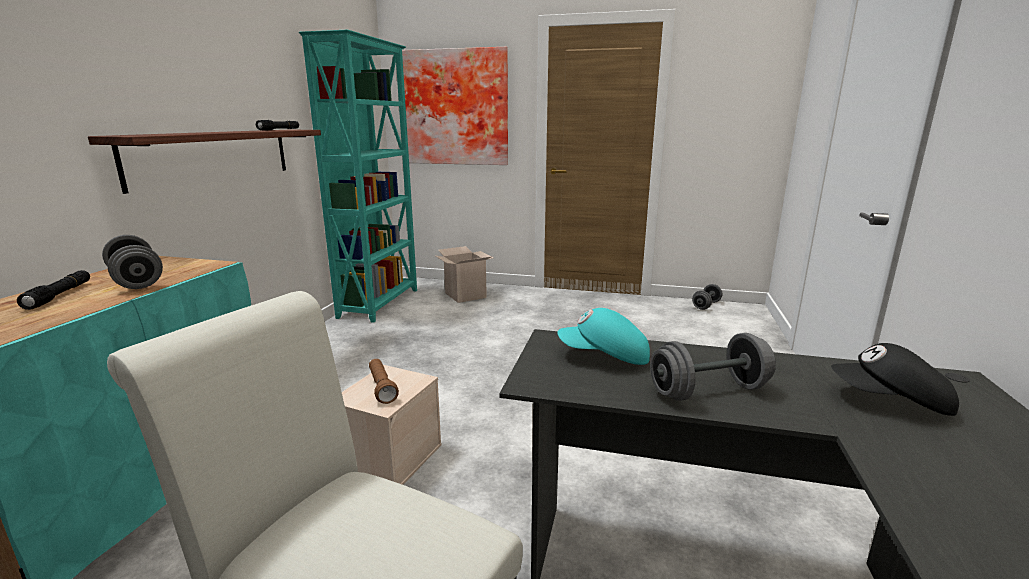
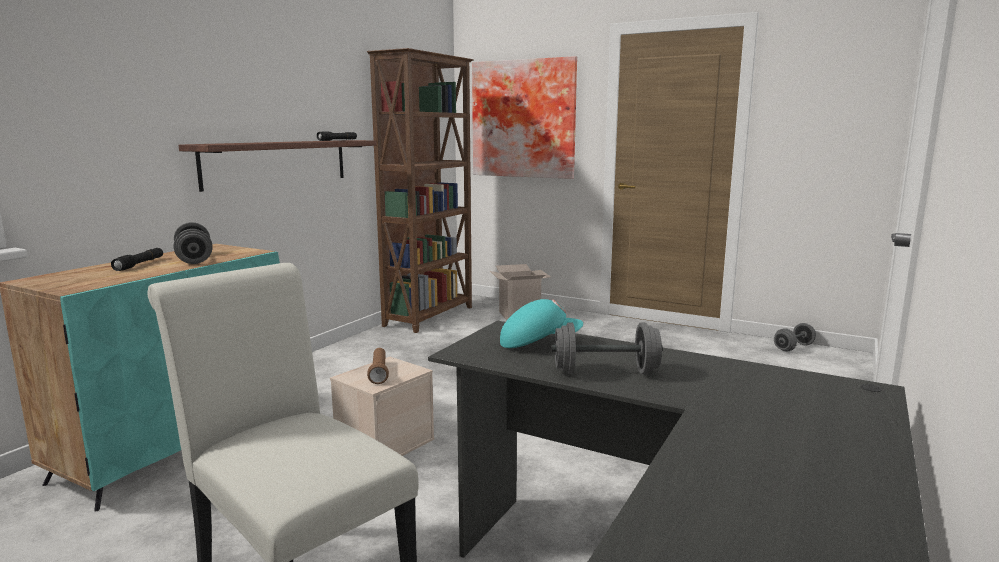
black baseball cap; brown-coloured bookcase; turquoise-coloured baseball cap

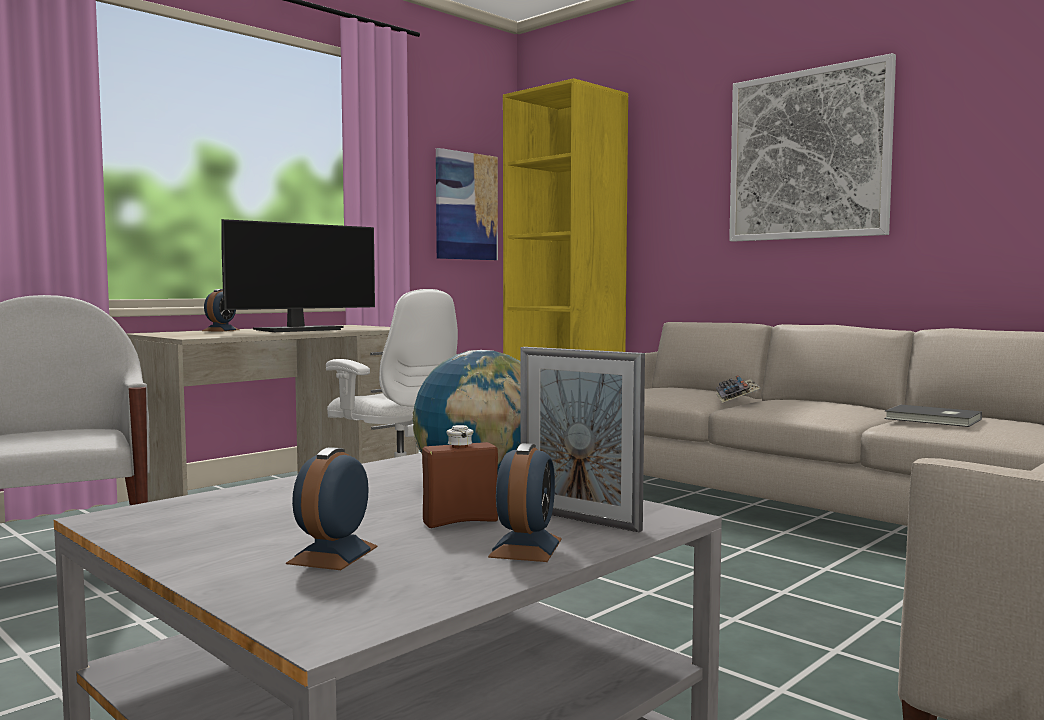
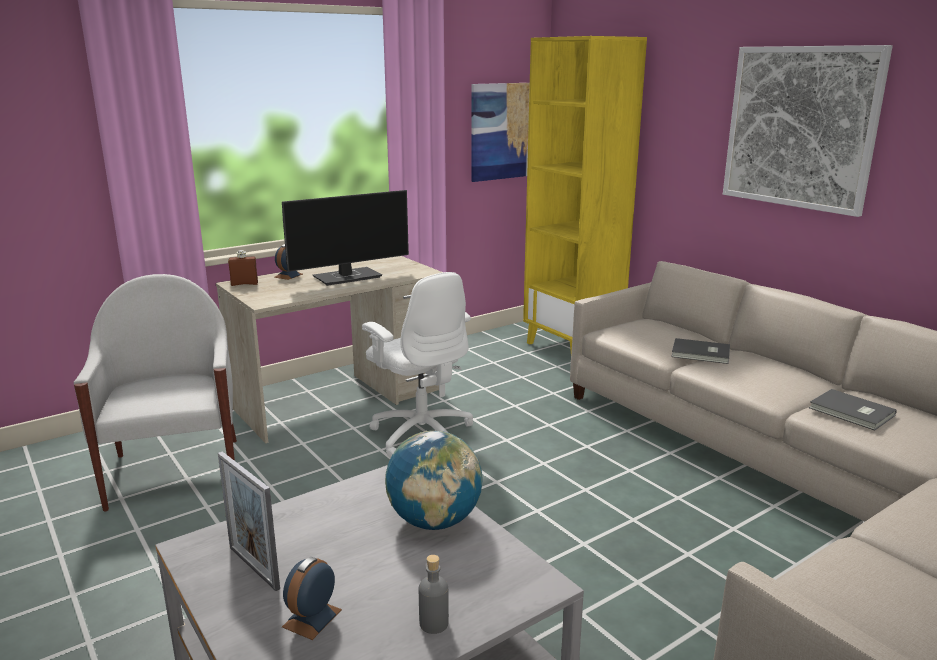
brown-coloured bottle; picture frame; greyish bottle; greyish bound book (no. 1 from left)

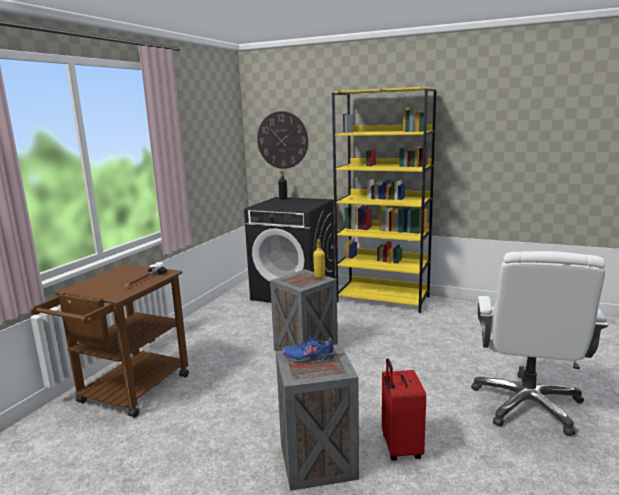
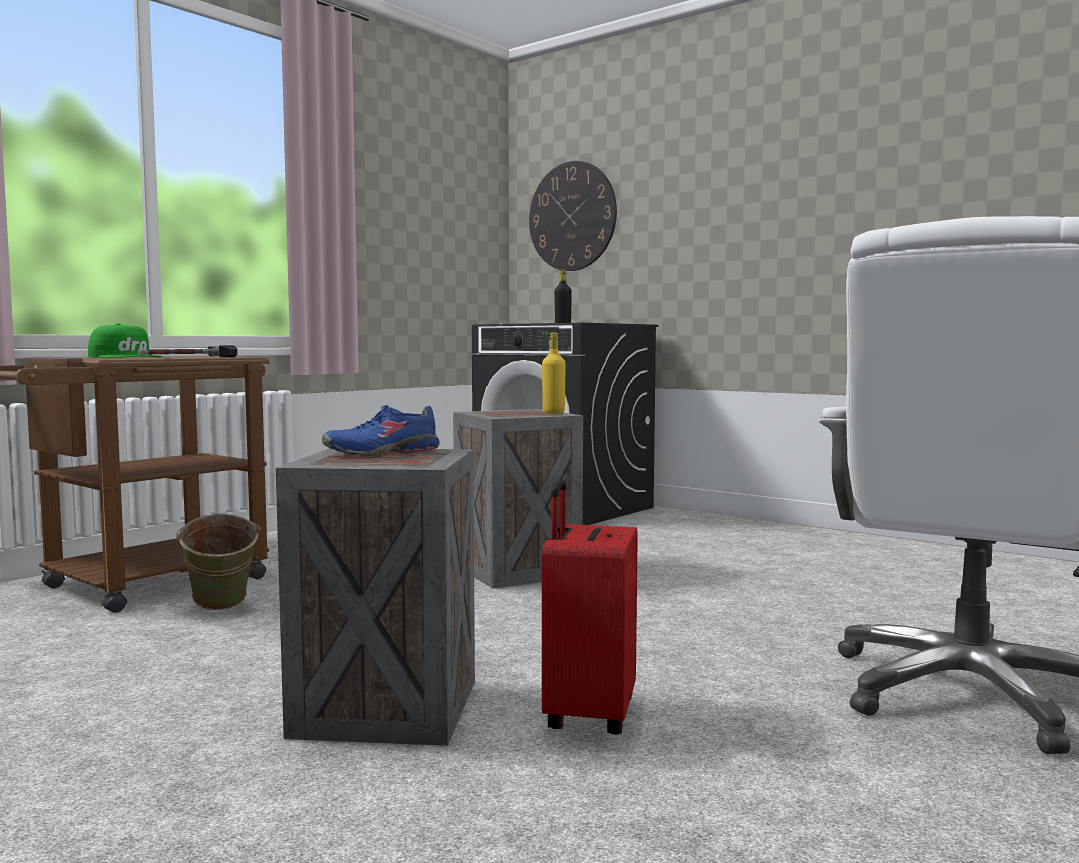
yellow bookcase; green-coloured baseball cap; green-coloured pail; bluish item of footwear

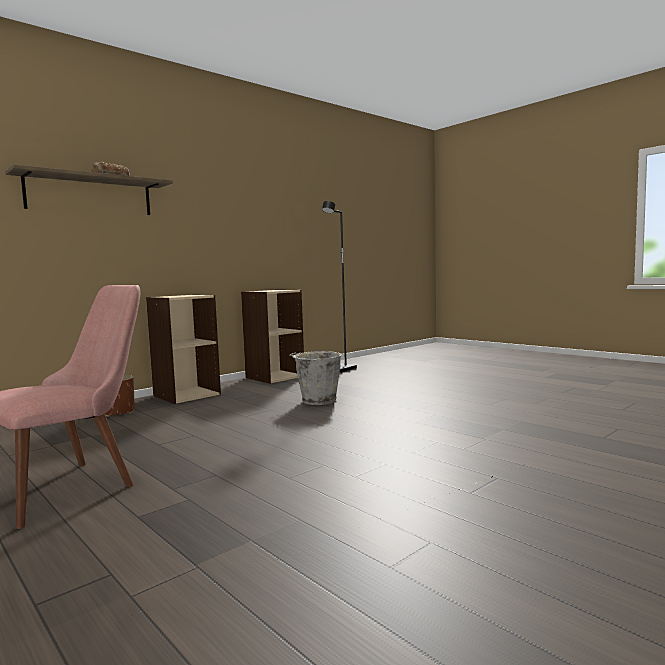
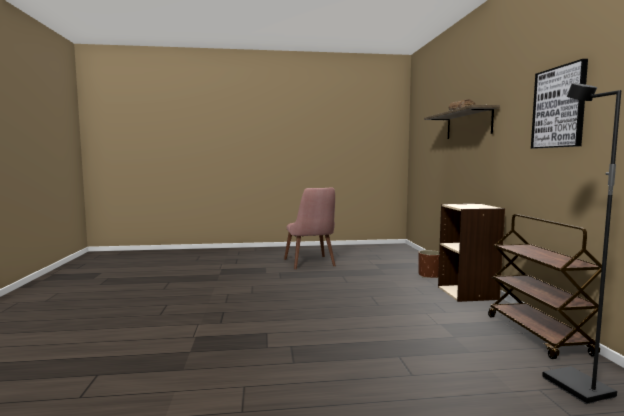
greyish pail; wall picture; brown-coloured trolley

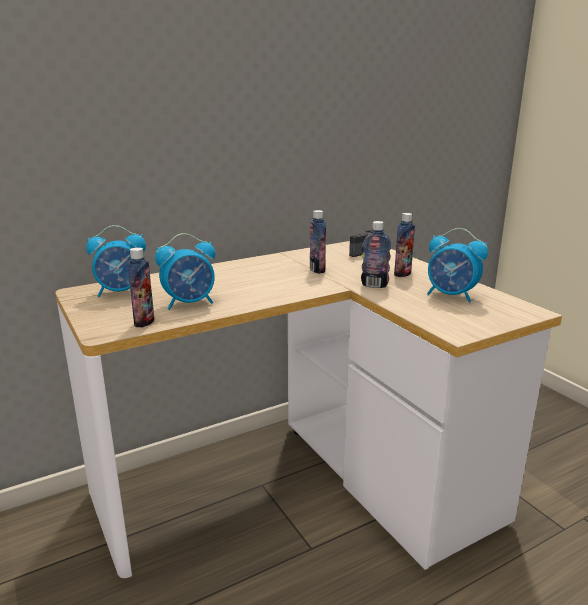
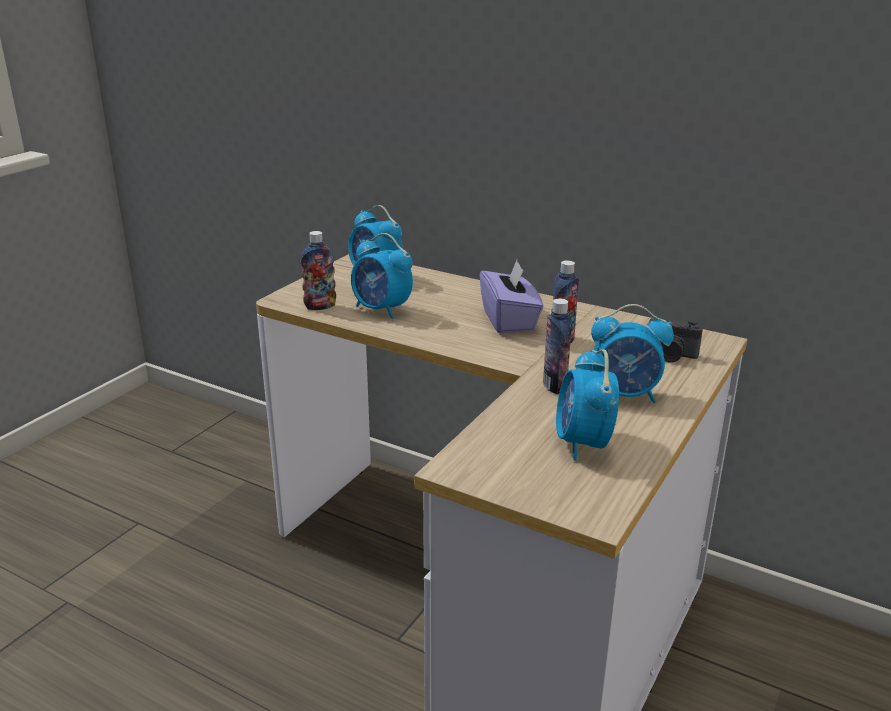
purple-coloured box of tissues; alarm clock (no. 4 from left)

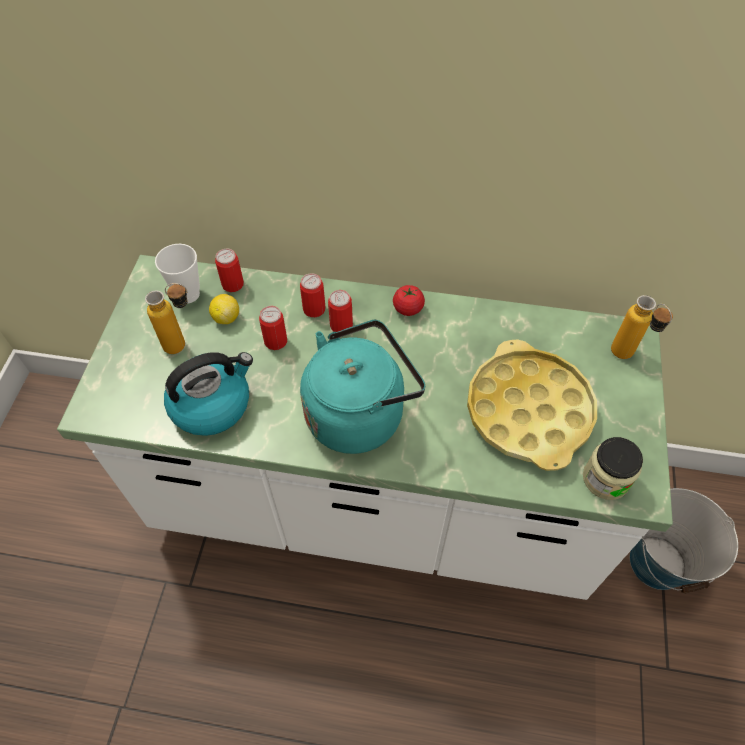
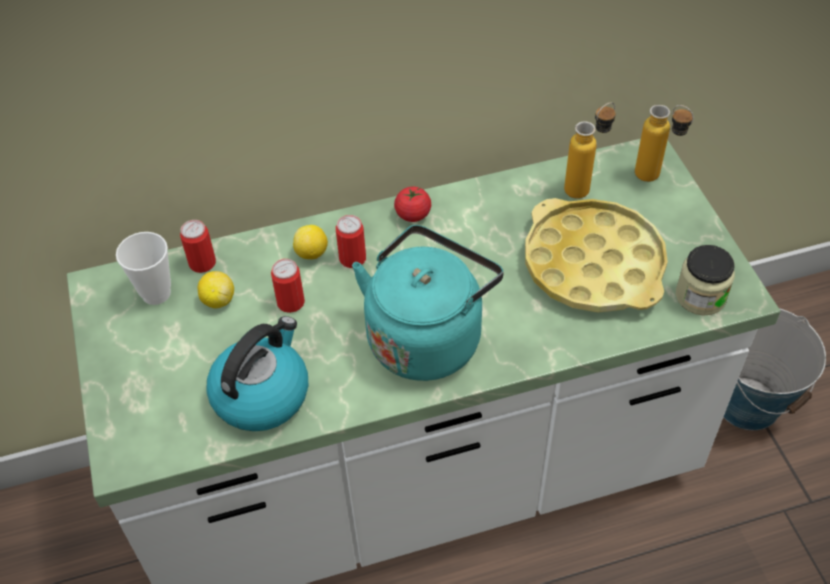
bottle (no. 1 from left); lemon (no. 2 from left)

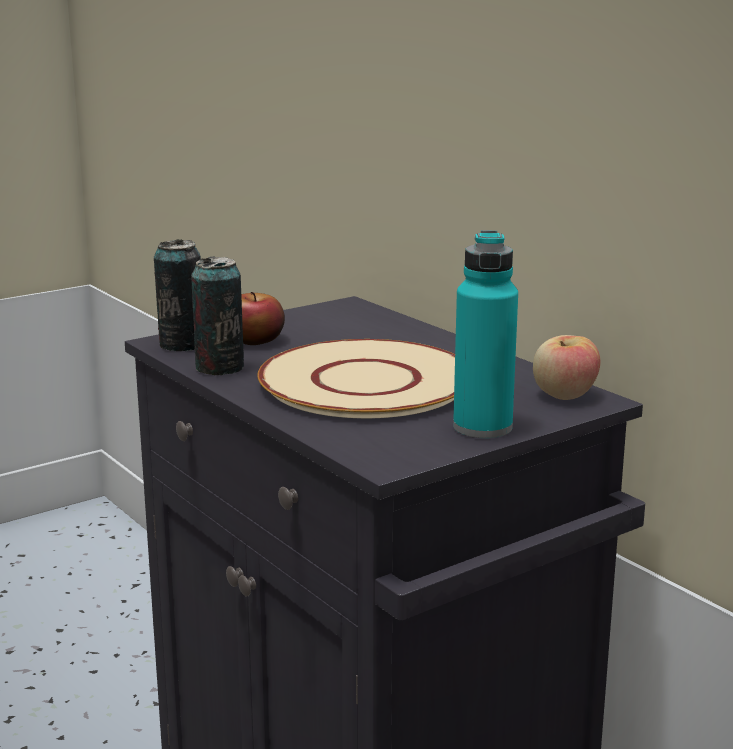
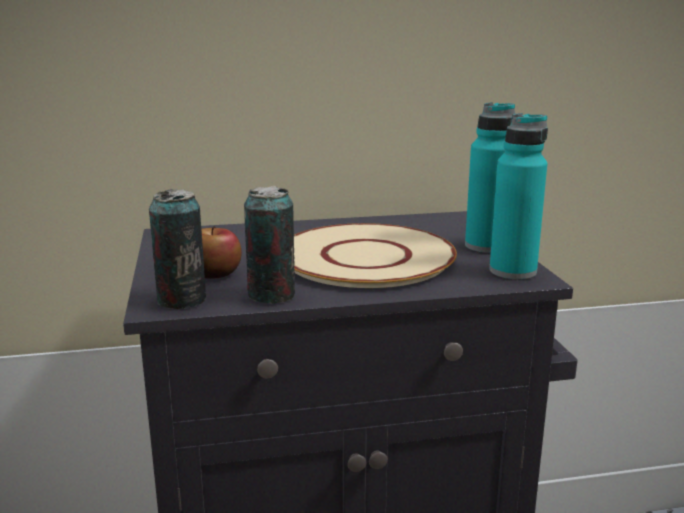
apple fruit (no. 2 from left in the first image); turquoise-coloured bottle (no. 2 from left)

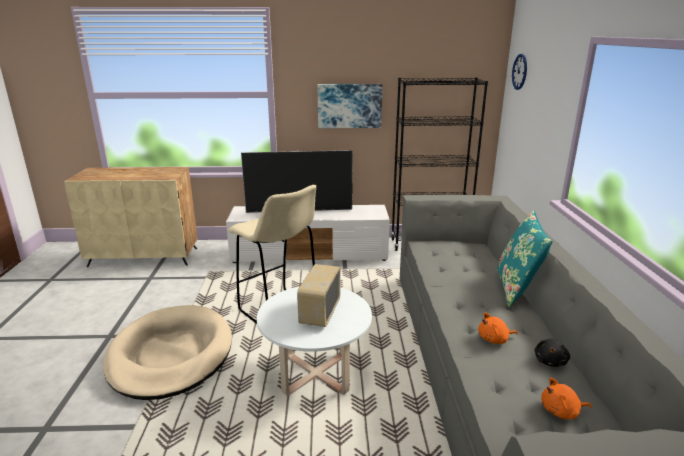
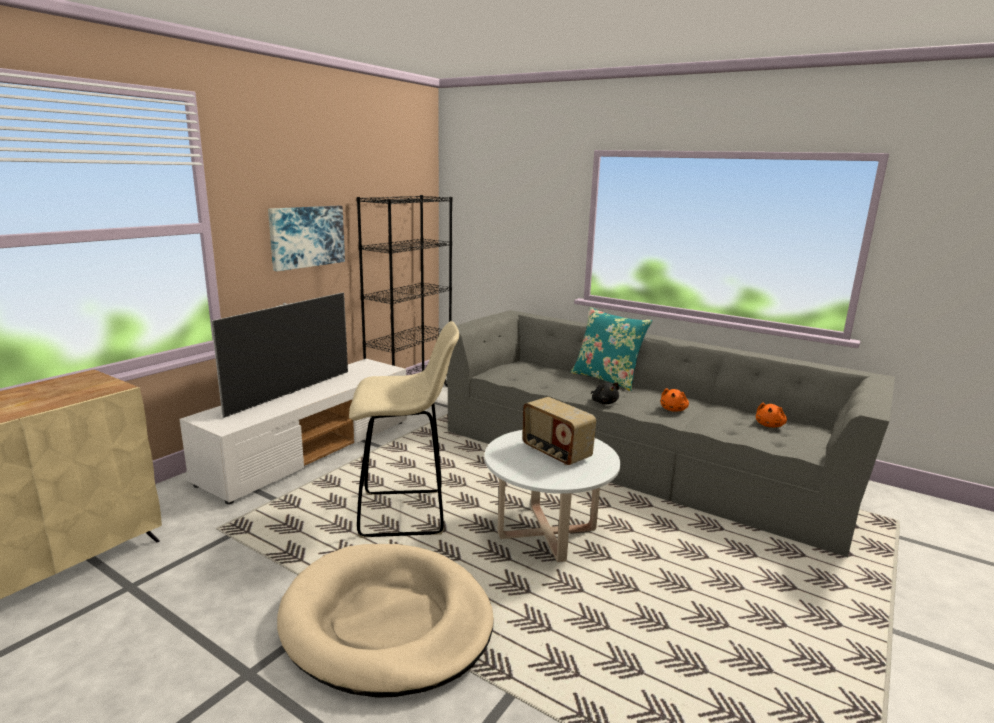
hanging clock; black cuddly toy

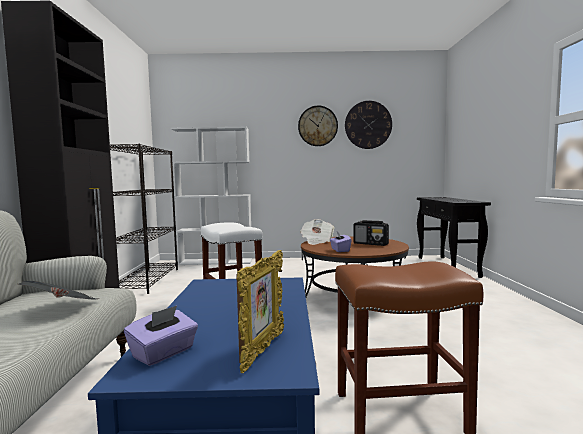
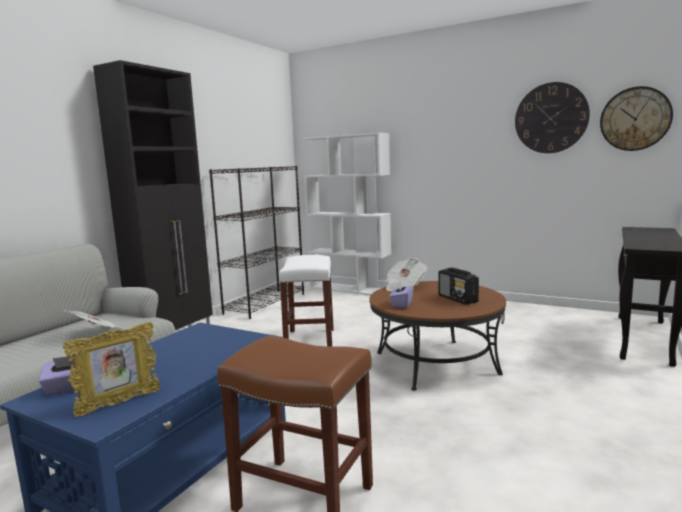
hanging clock (no. 2 from left)

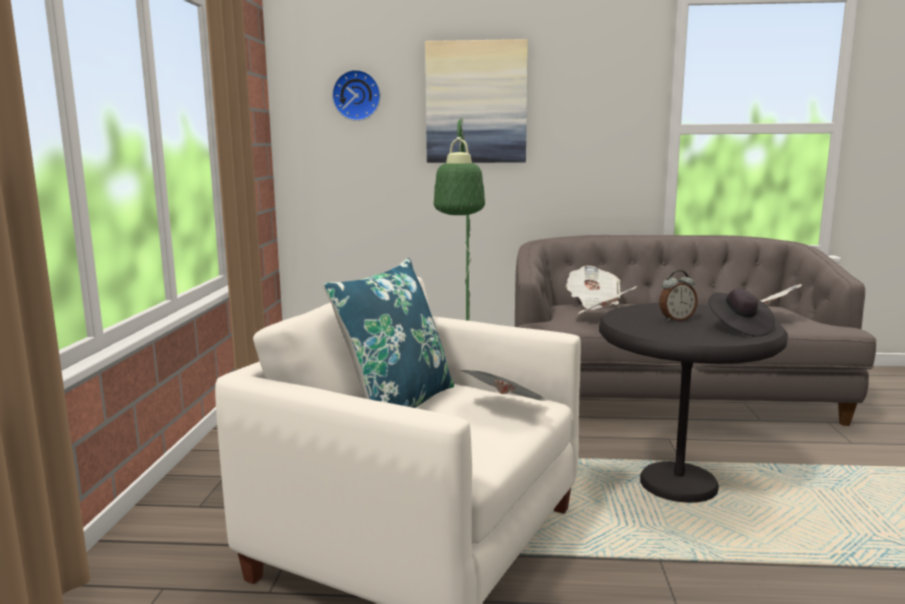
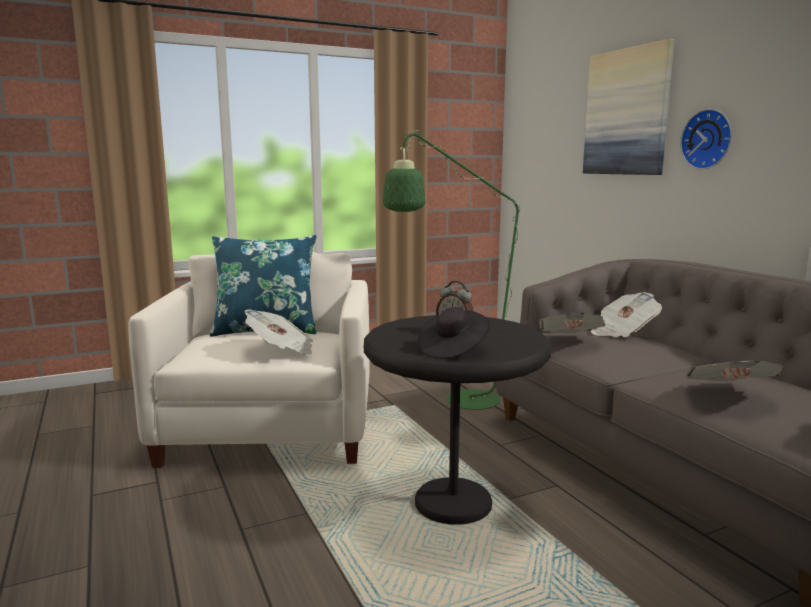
hanging clock

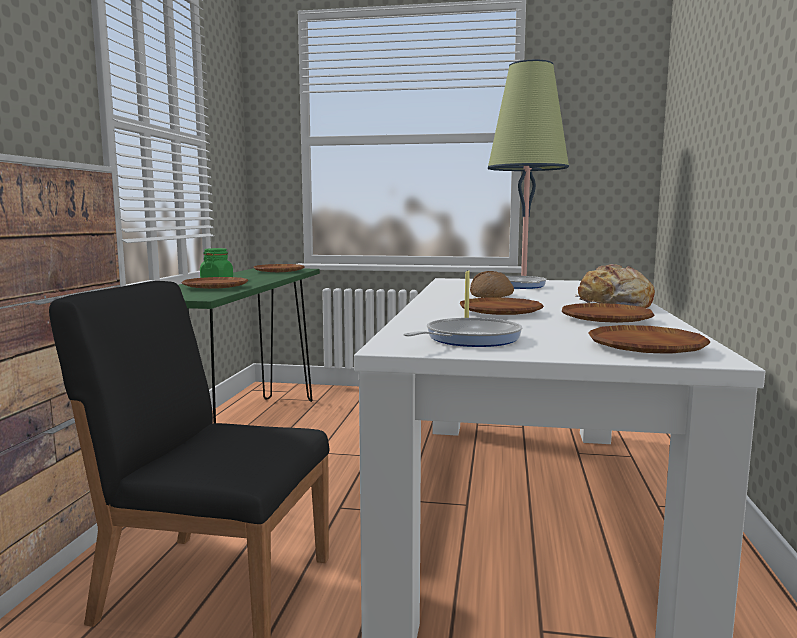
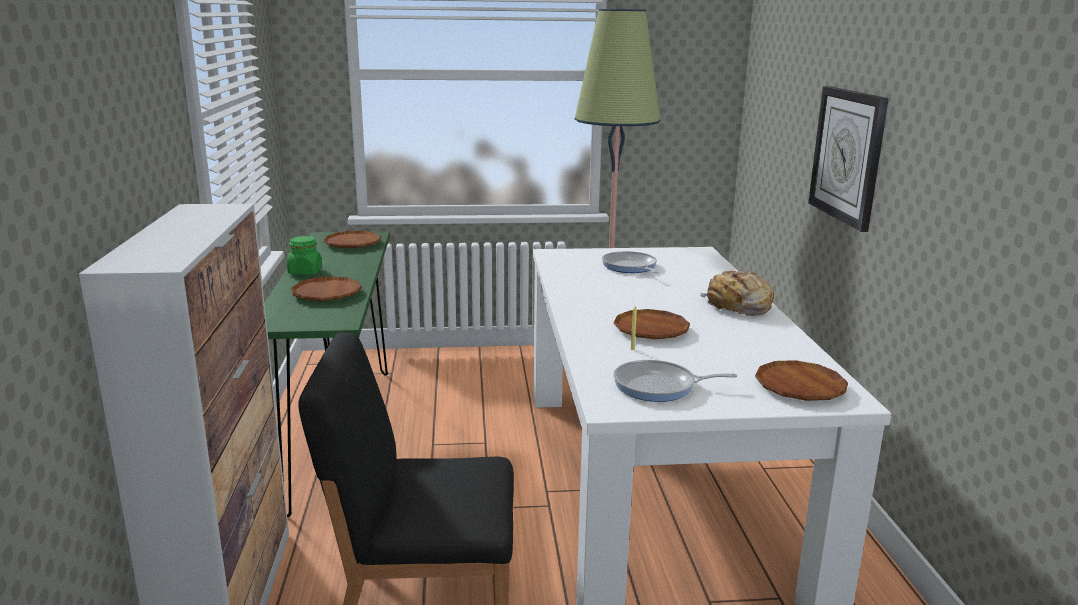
bakery bread (no. 1 from left in the first image); brown-coloured flat dish (no. 4 from left in the first image); hanging clock; pan (no. 2 from left)

